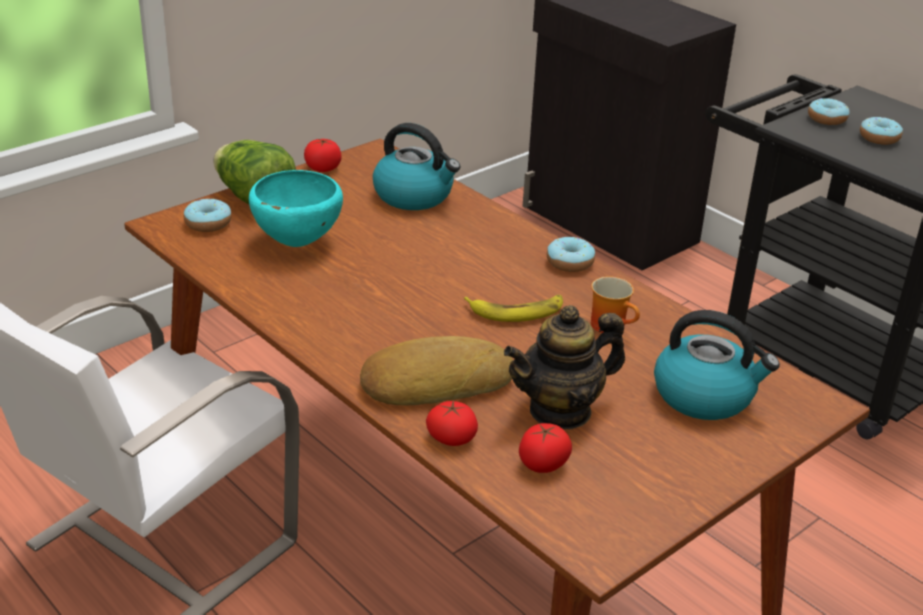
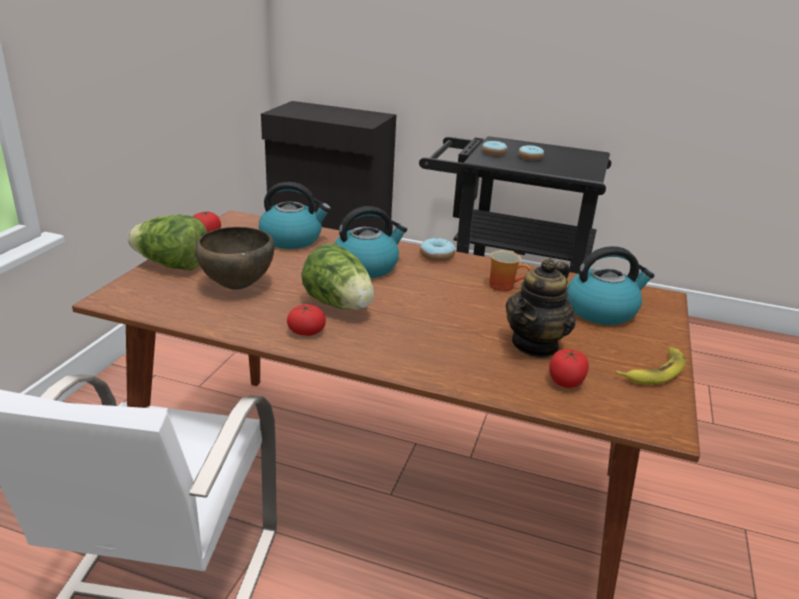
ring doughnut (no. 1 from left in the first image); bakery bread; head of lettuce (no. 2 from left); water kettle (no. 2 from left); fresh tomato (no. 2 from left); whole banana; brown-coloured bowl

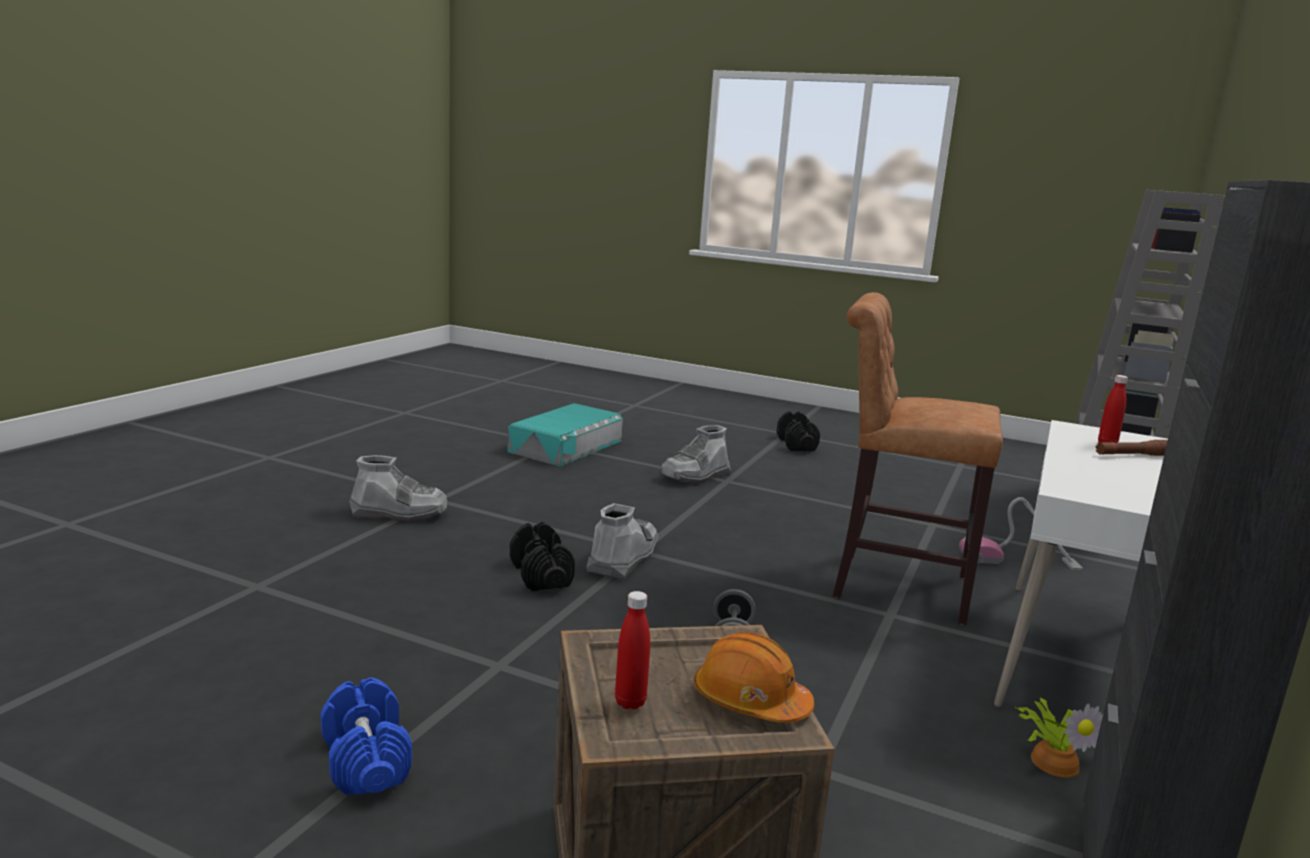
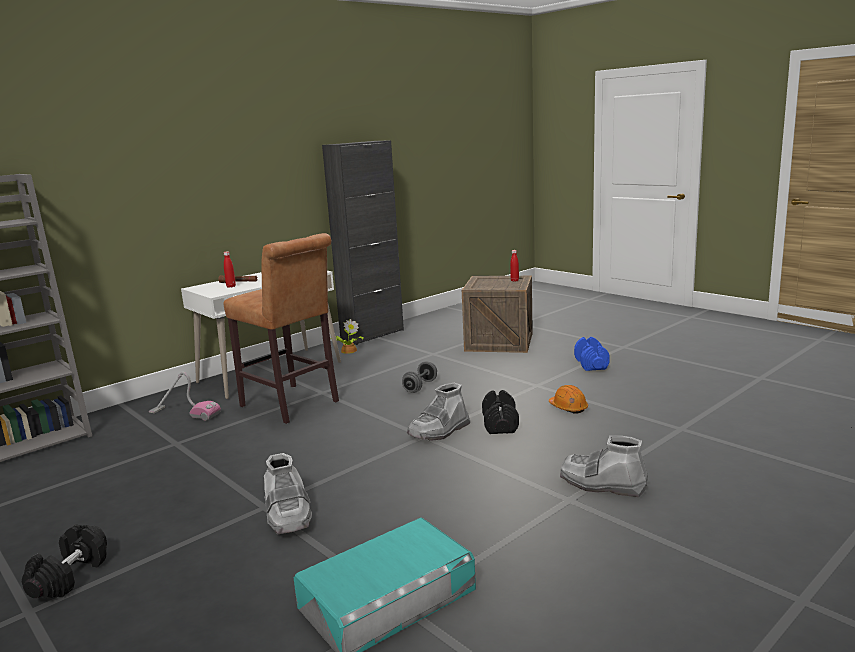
orange-coloured safety helmet; greyish high-top boot (no. 1 from left)

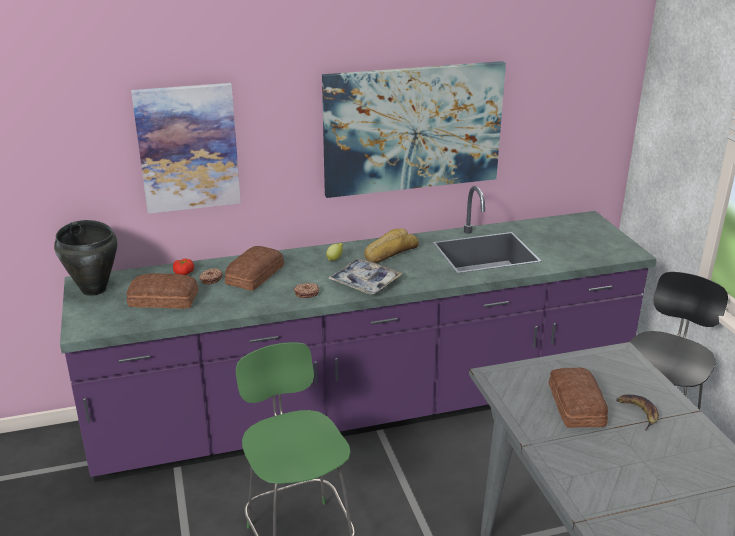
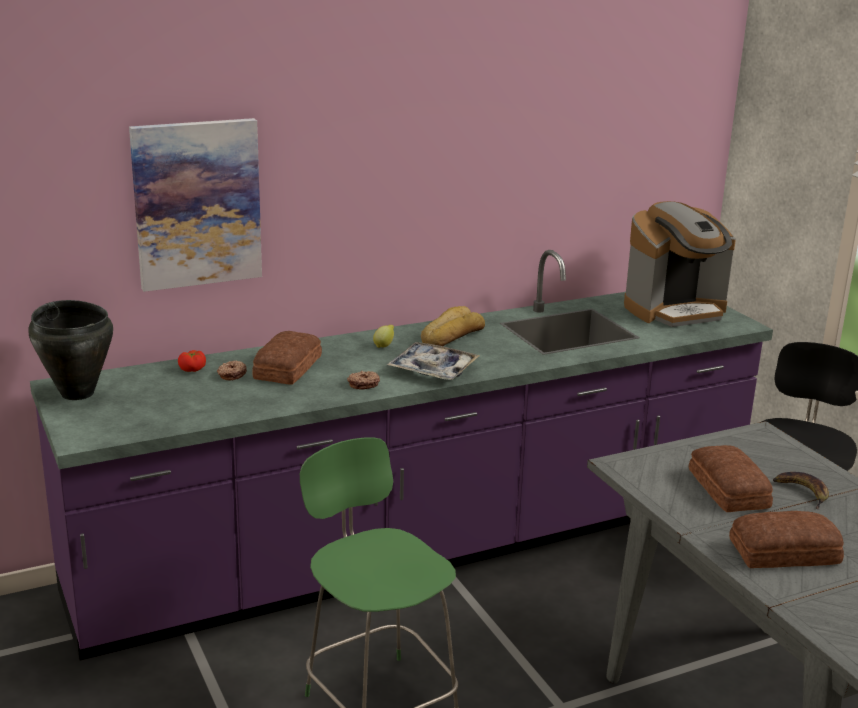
wall picture (no. 2 from left in the first image); coffee brewer; bakery bread (no. 4 from left)

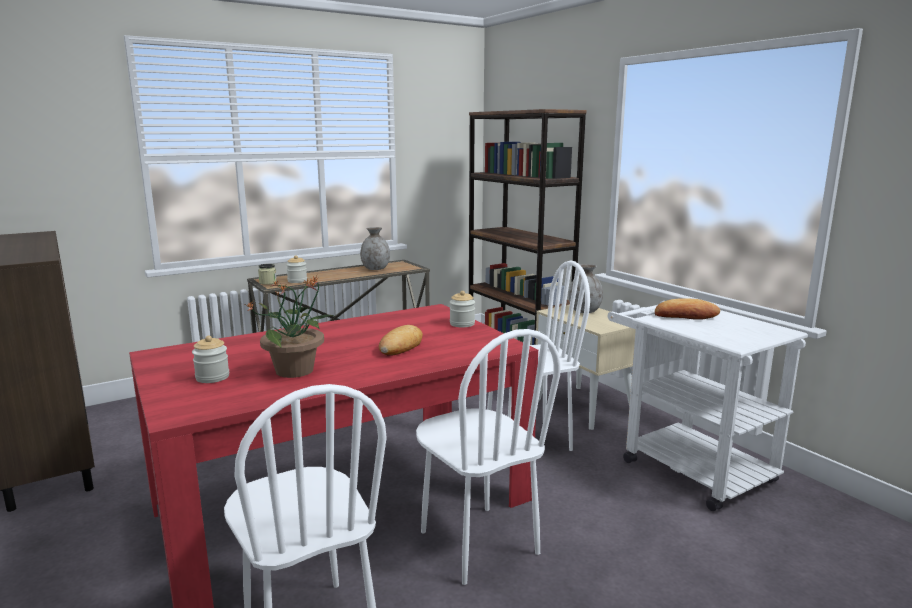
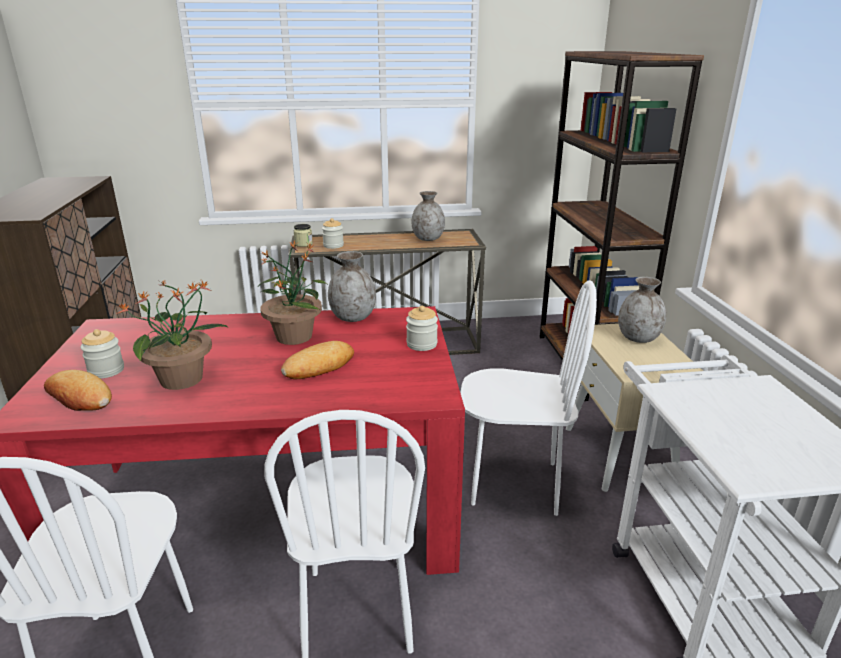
plant in a pot (no. 2 from left); greyish decorative vase (no. 1 from left); bakery bread (no. 1 from left)

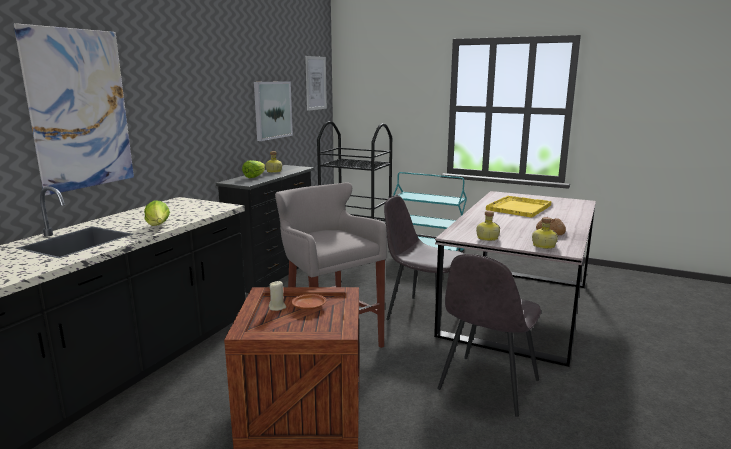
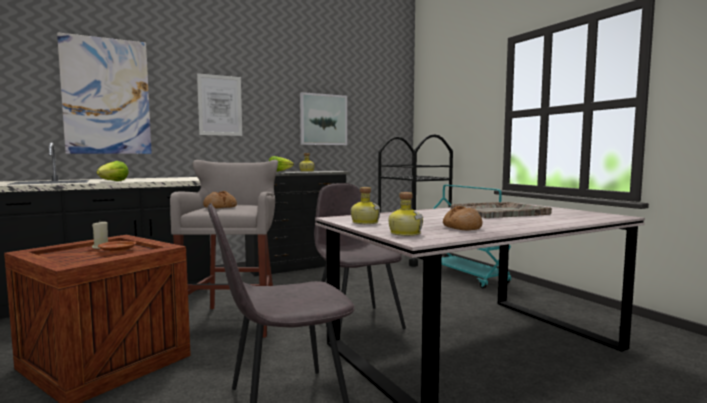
bakery bread (no. 1 from left); wall picture (no. 2 from left); greyish carrying tray

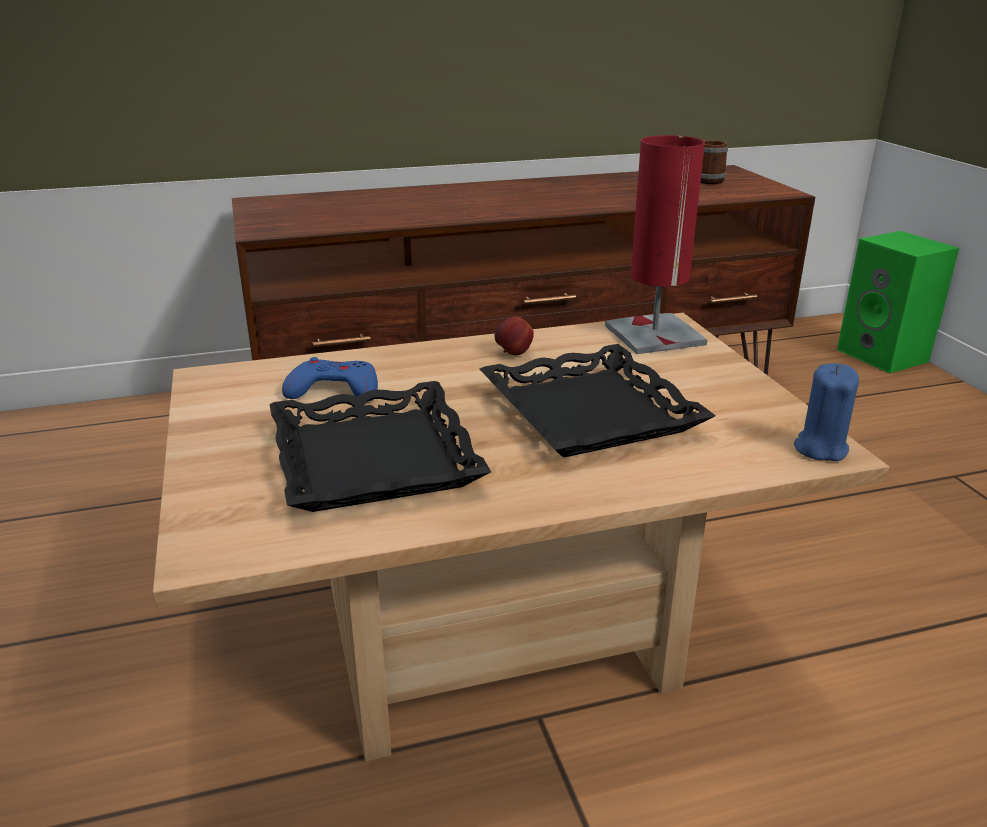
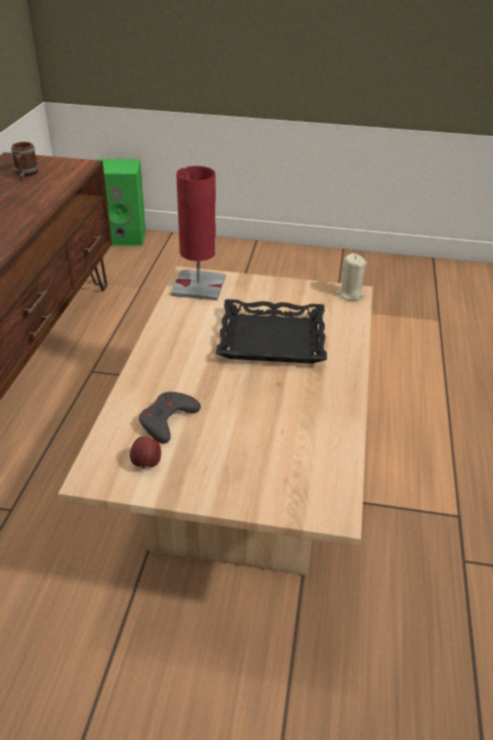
black carrying tray (no. 1 from left in the first image); apple fruit; greyish gamepad; beige-coloured candle

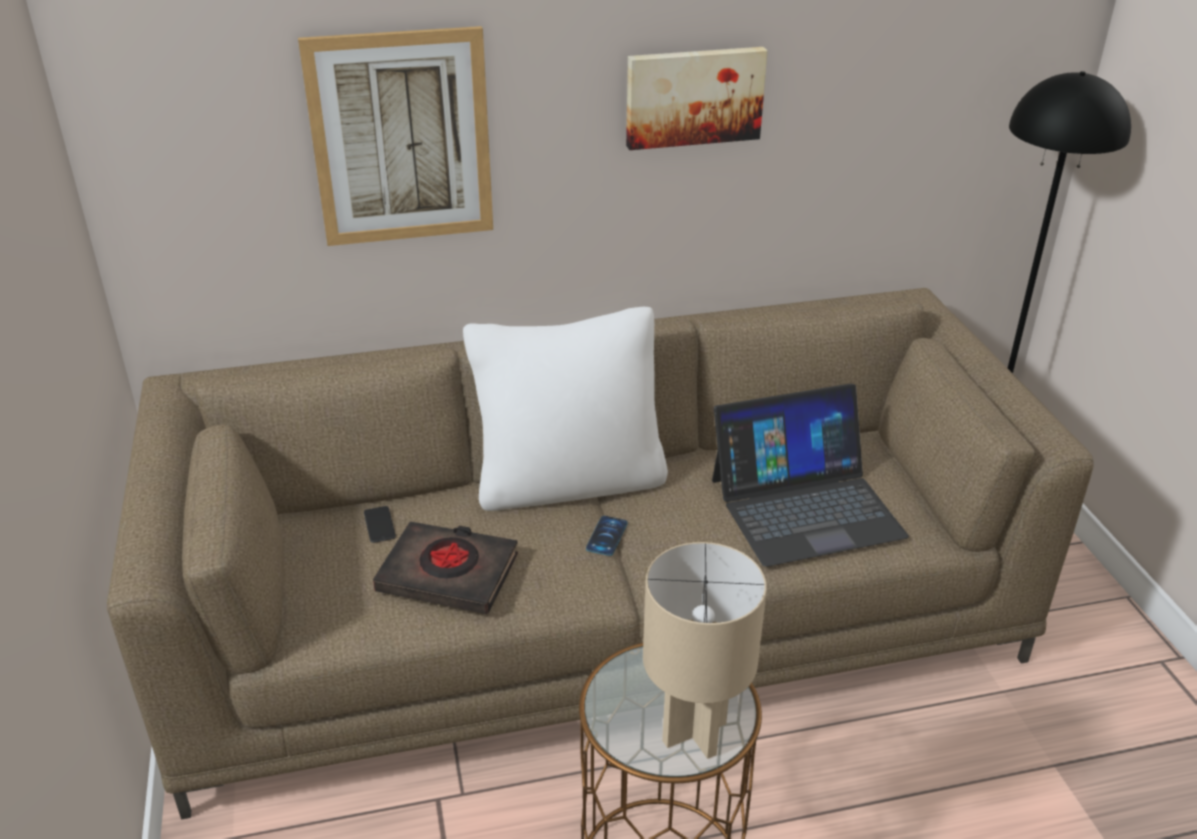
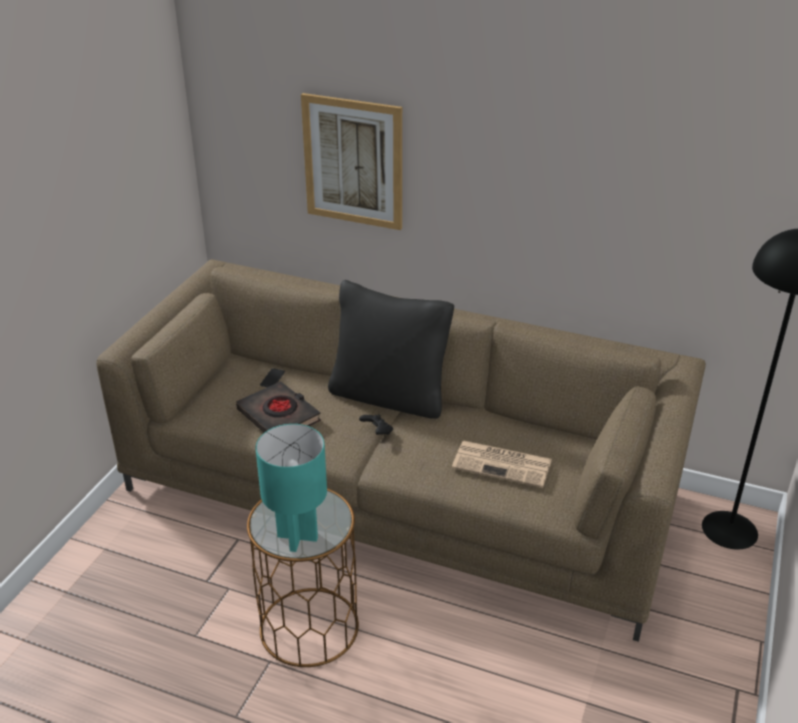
wall picture (no. 2 from left in the first image); black gamepad; printed paper; black pillow; turquoise-coloured table lamp

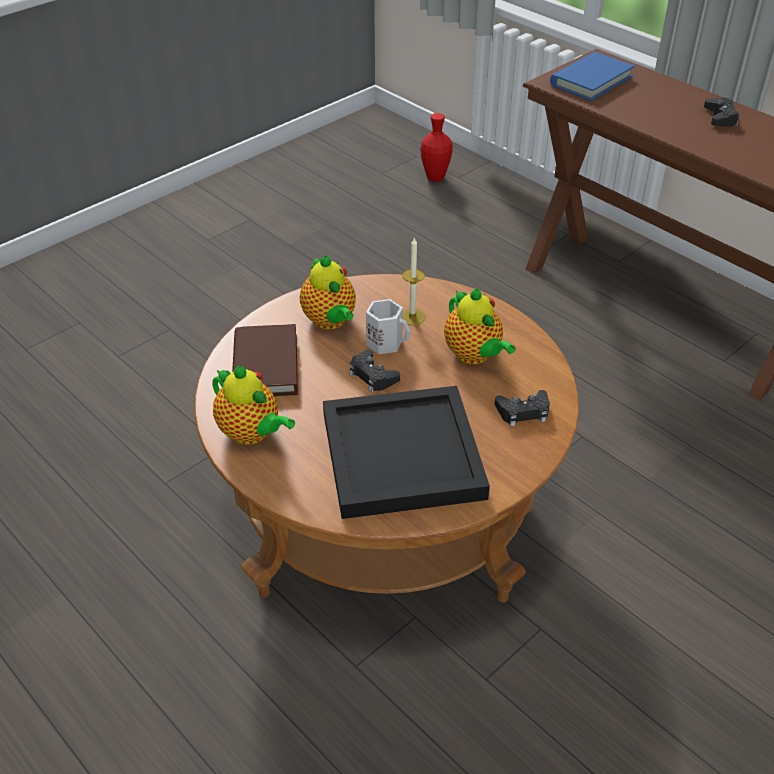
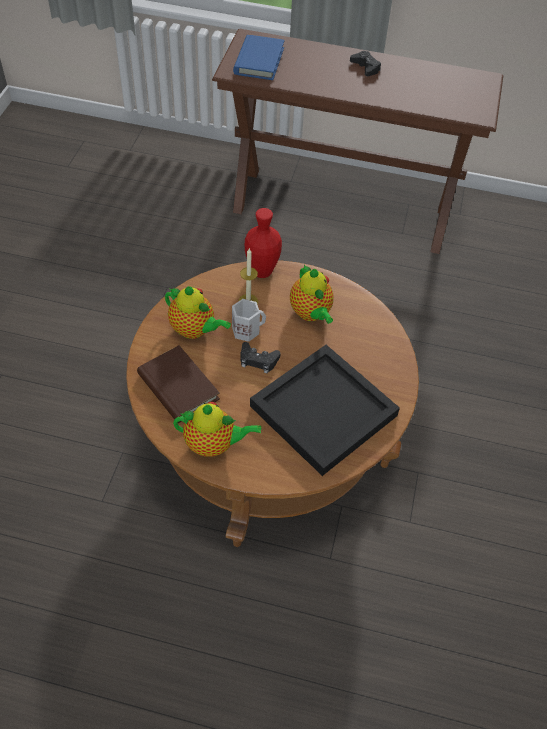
black gamepad (no. 2 from left in the first image); red decorative vase; teapot (no. 3 from left)

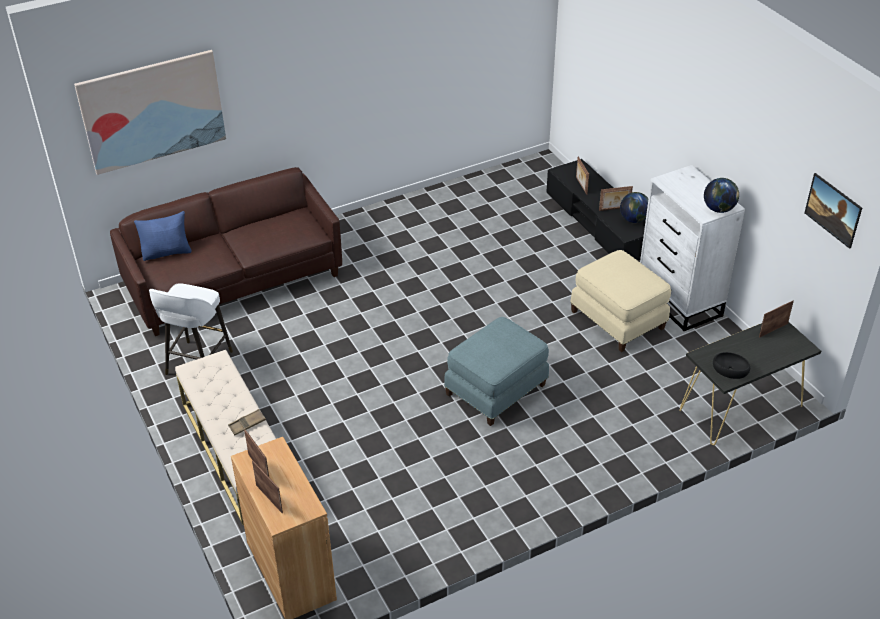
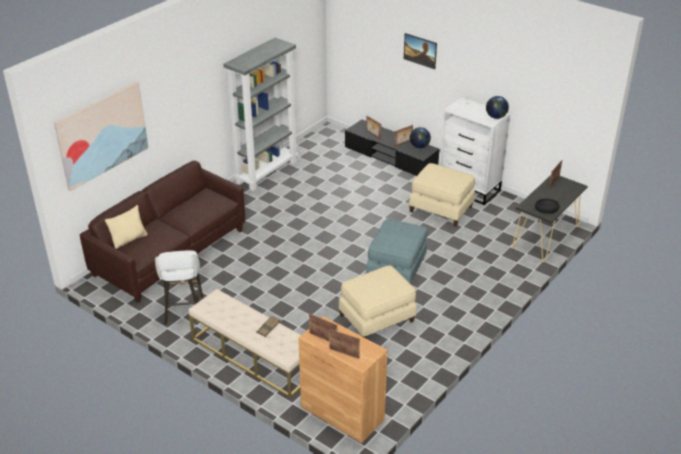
greyish bookcase; beige-coloured ottoman (no. 1 from left); wall picture (no. 2 from left); beige-coloured pillow

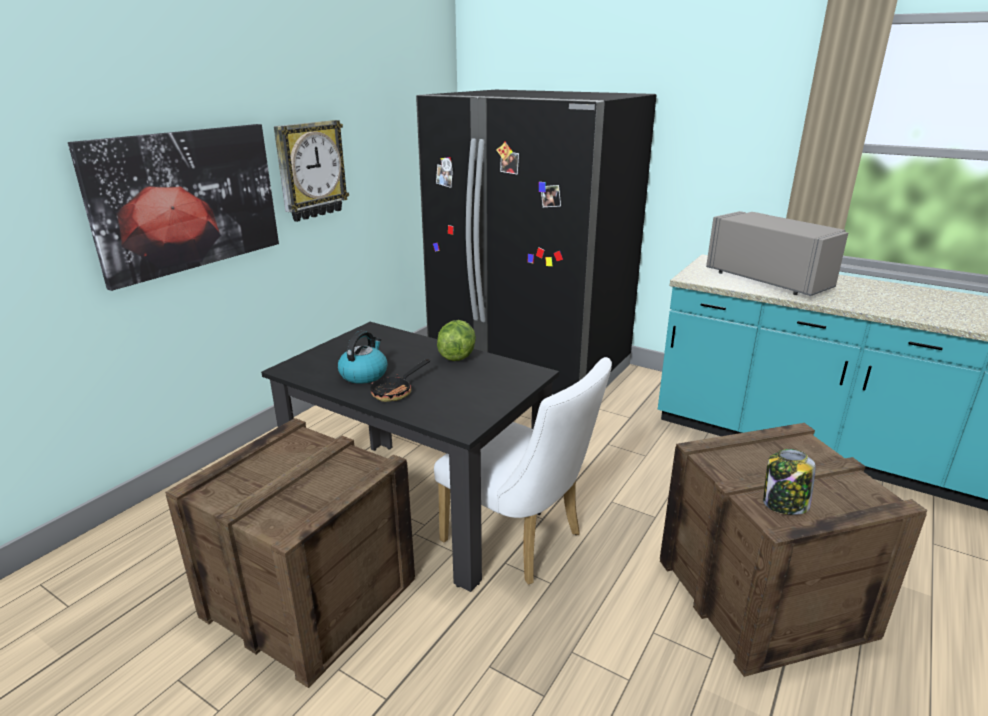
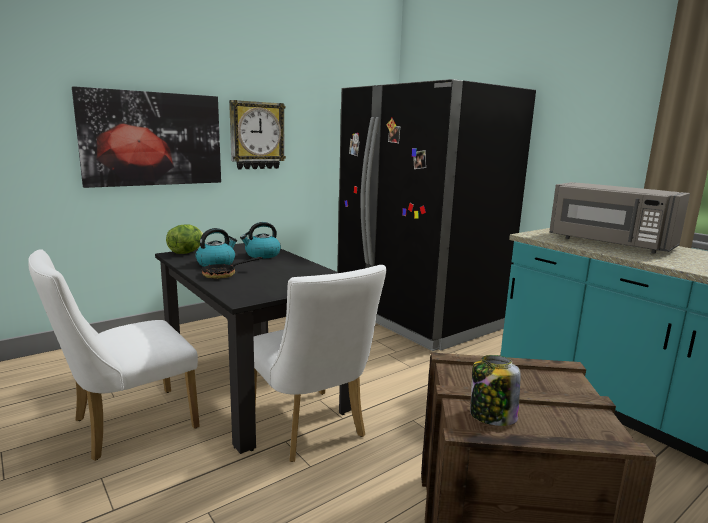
water kettle (no. 2 from left); head of lettuce; white upright chair (no. 1 from left); greyish microwave oven

